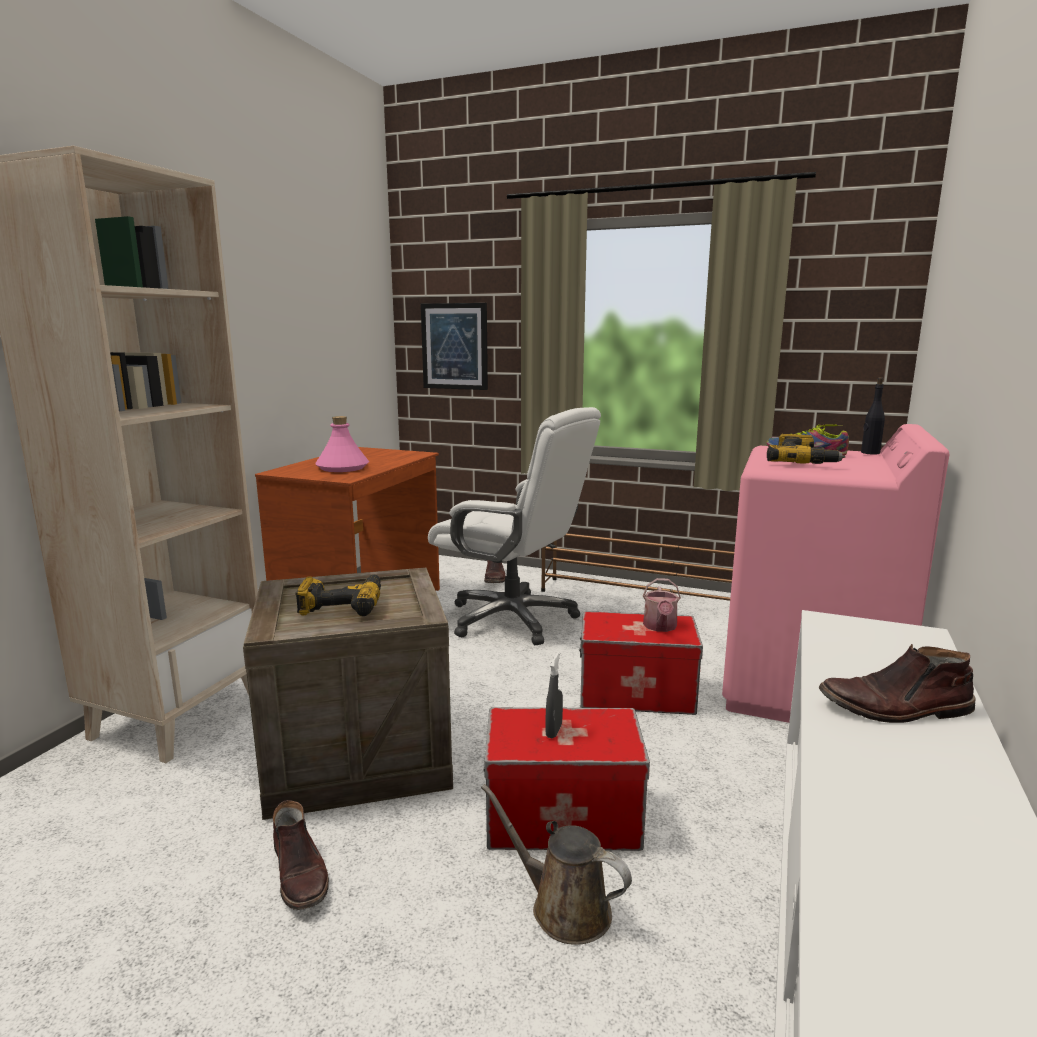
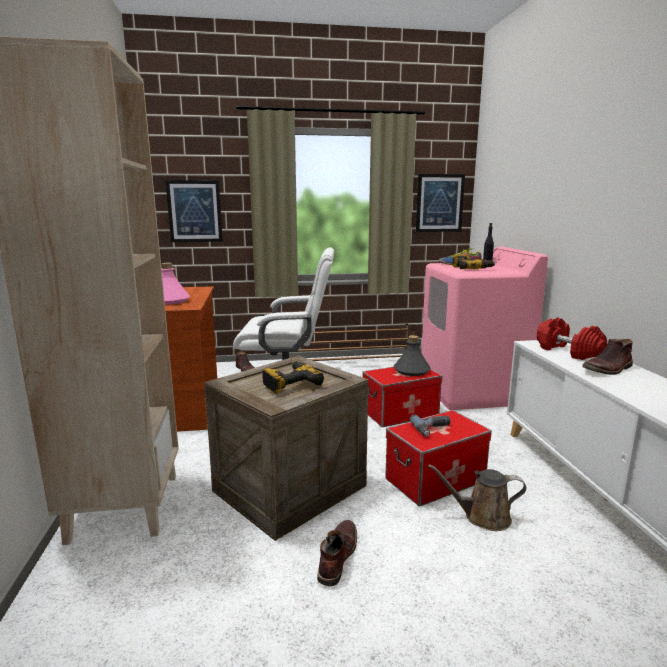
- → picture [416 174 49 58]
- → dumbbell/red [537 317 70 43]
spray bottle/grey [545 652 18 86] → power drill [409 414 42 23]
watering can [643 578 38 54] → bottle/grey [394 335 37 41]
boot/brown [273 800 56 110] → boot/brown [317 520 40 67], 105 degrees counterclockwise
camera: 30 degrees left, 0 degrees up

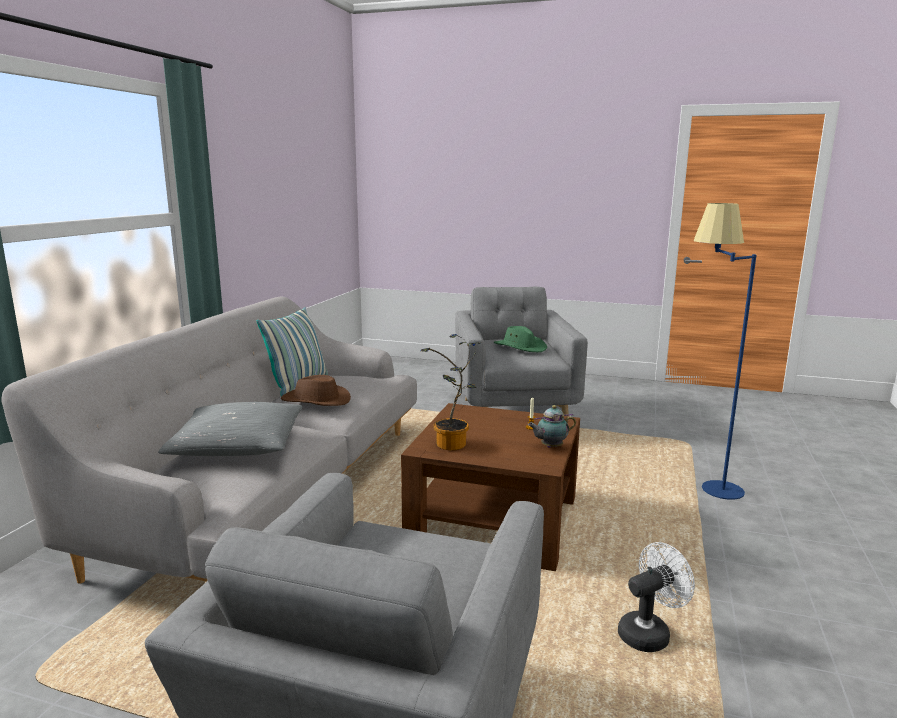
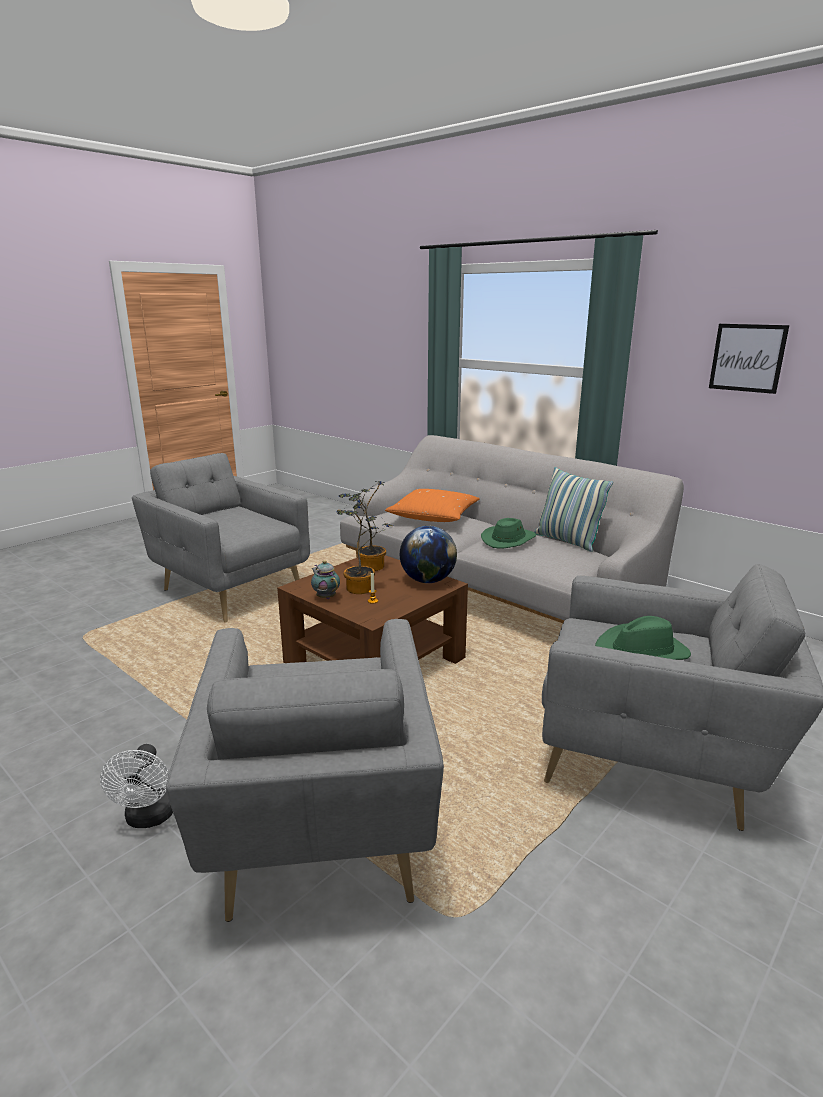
- → potted plant [339 493 54 101]
- → globe [400 526 57 57]
- → picture [709 324 80 70]
fan/white [618 542 77 110] → fan/white [100 744 73 84], moved
floor lamp/blue [694 203 62 297] → armchair/grey [166 619 278 303]
pillow/grey [158 402 144 54] → pillow/orange [385 489 94 33]
hat/brown [281 375 70 31] → hat/green [481 518 55 30]
teapot [528 405 48 43] → teapot [311 560 29 39], 45 degrees counterclockwise
camera: 115 degrees right, 5 degrees up

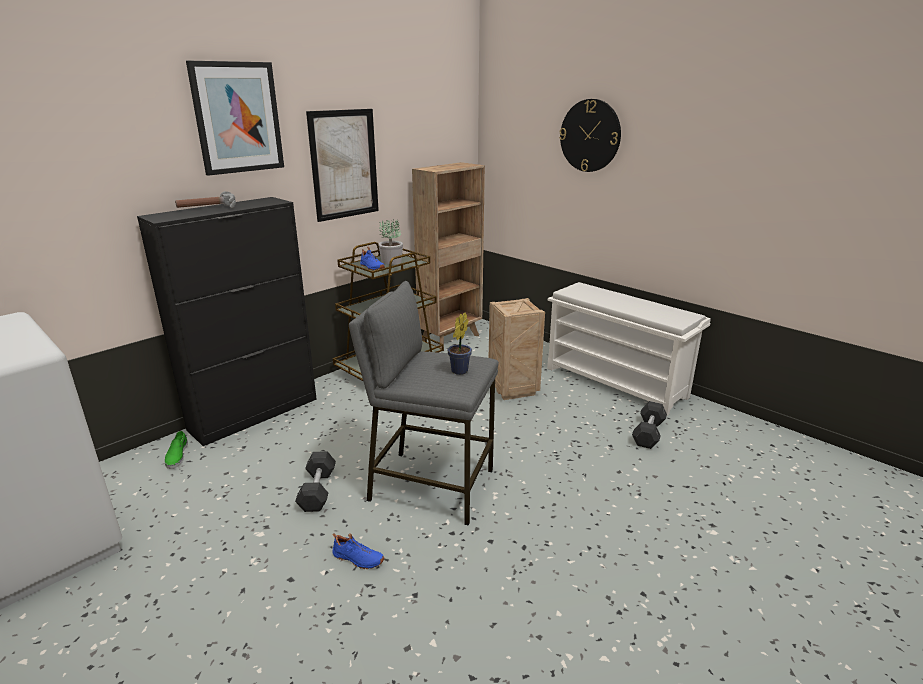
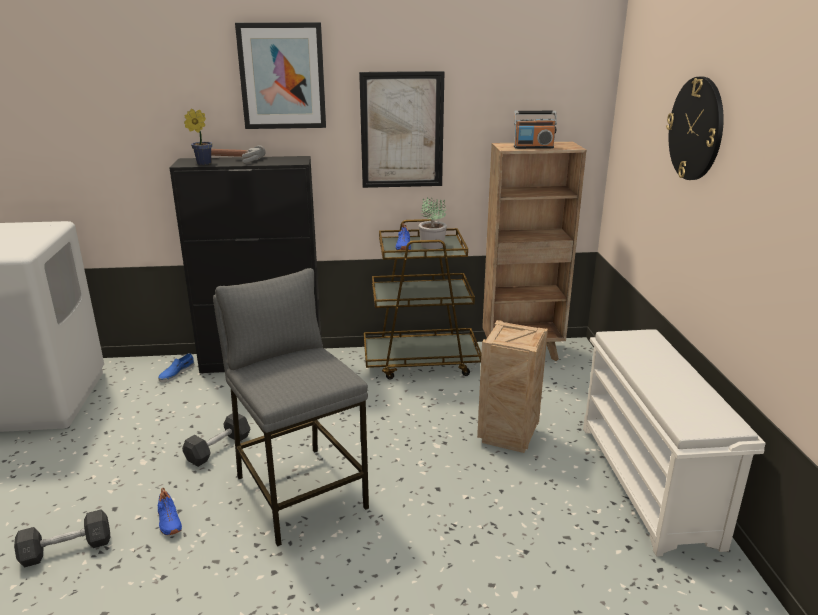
- → radio [514 111 43 38]
potted plant [447 312 25 63] → potted plant [184 109 28 56], moved
dumbbell/grey [632 401 35 48] → dumbbell/grey [14 509 96 58], moved
shoe/green [165 431 23 38] → shoe/blue [158 353 36 29]
camera: 40 degrees right, 0 degrees up

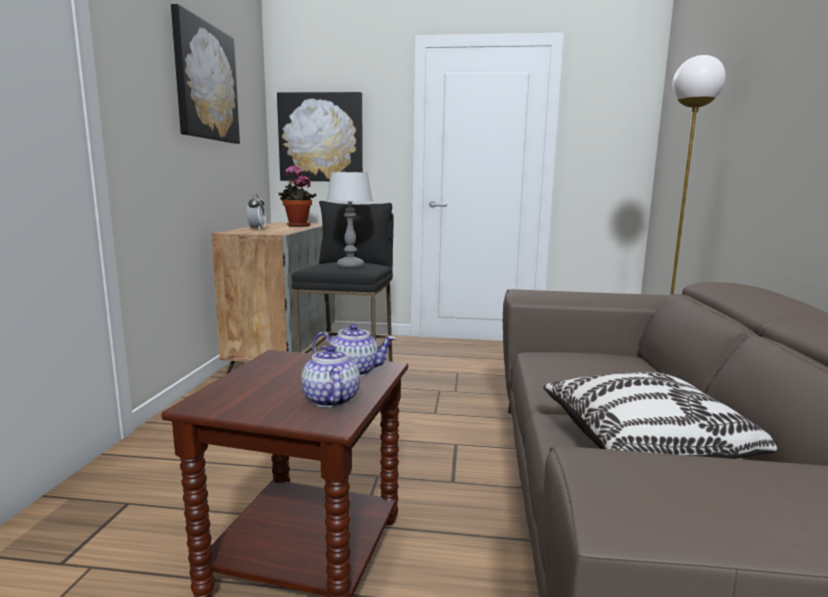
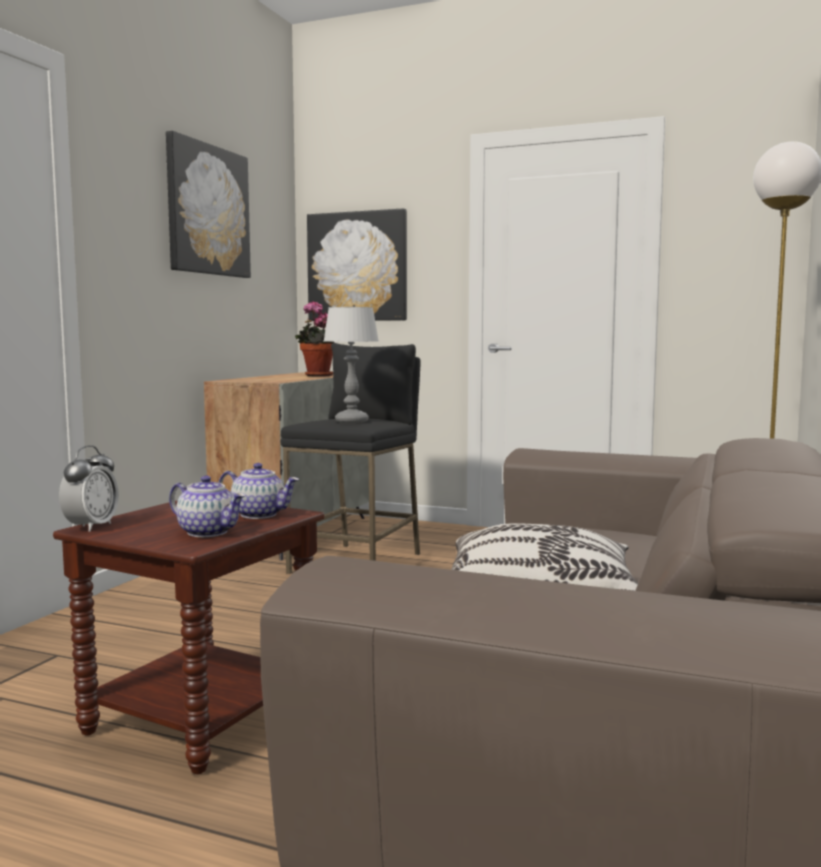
alarm clock [247 193 19 37] → alarm clock [59 445 60 87], moved
teapot [301 345 59 63] → teapot [169 476 76 61], 120 degrees clockwise
camera: 15 degrees right, 5 degrees down

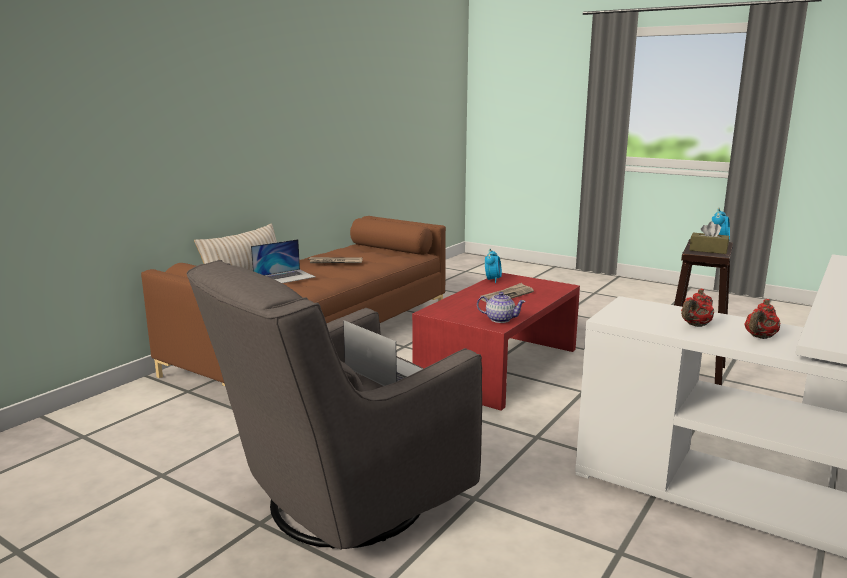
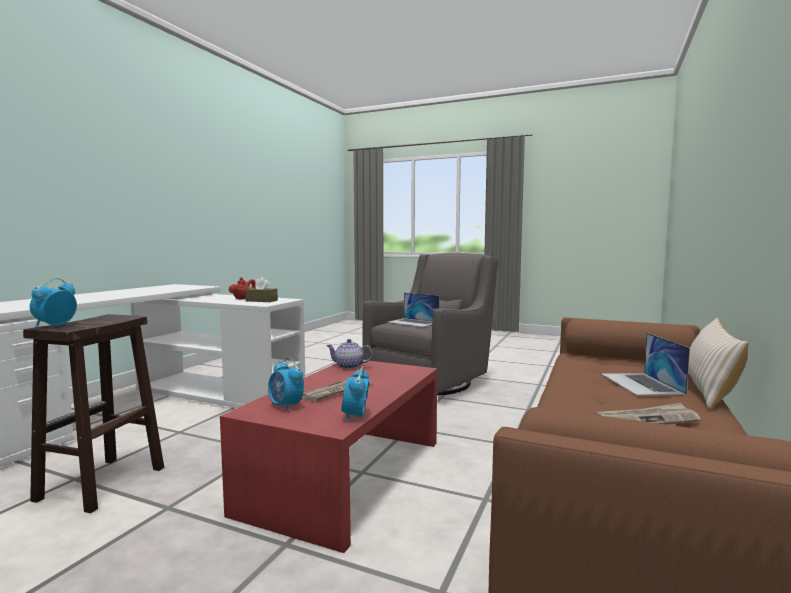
teapot/red [744 299 36 40] → -
- → alarm clock [268 357 36 55]
tissue box/brown [689 222 40 32] → tissue box/brown [245 277 33 25], moved
laptop [251 239 65 44] → laptop [601 333 89 63], 45 degrees counterclockwise
camera: 170 degrees right, 10 degrees down

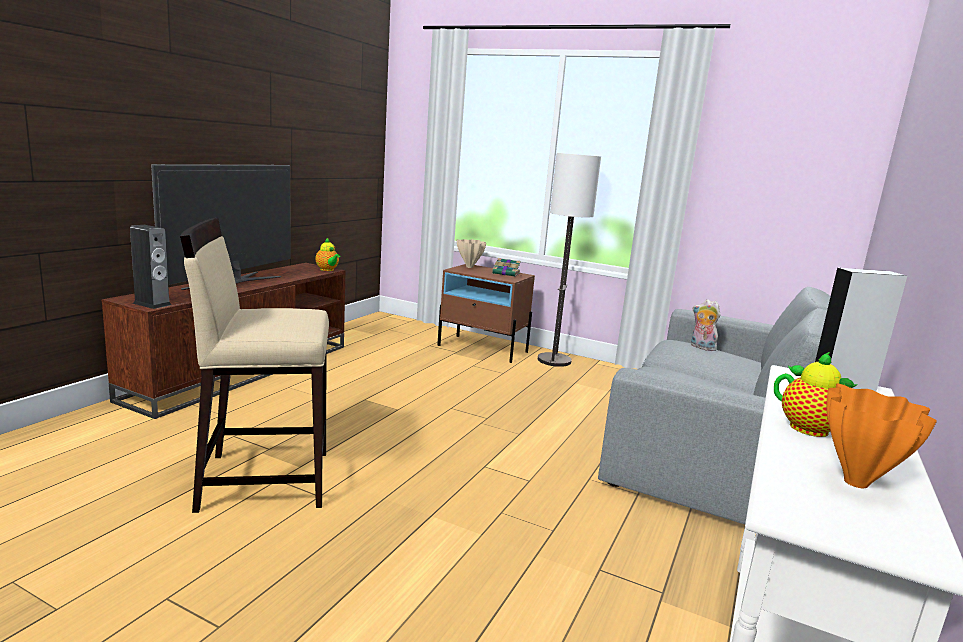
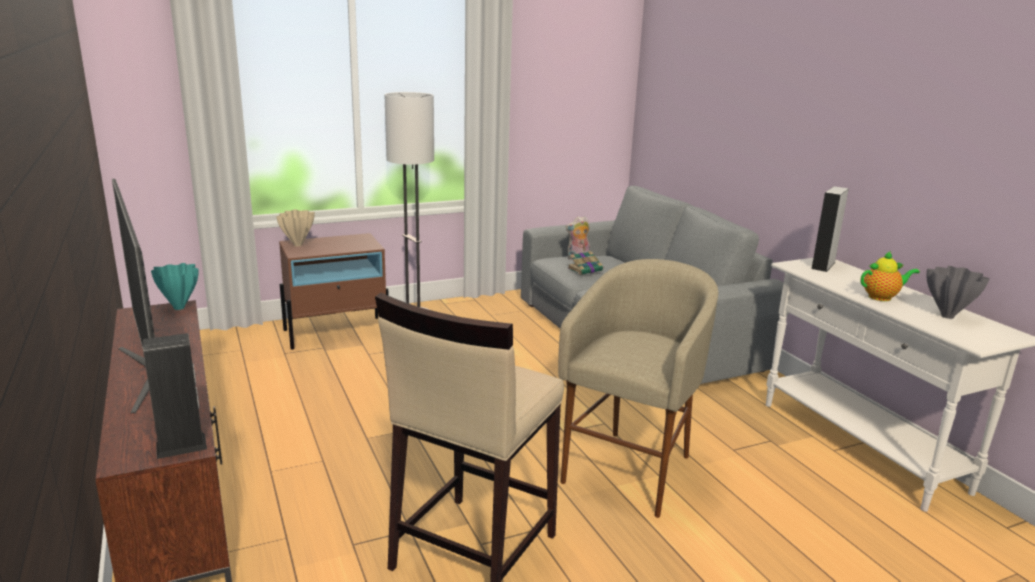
- → stool/beige [558 259 160 259]
book [492 258 29 19] → book [567 251 37 24], moved
teapot [315 238 26 33] → vase/turquoise [151 263 48 47]
vase/orange [827 383 110 105] → vase/grey [927 266 63 53]
camera: 50 degrees left, 5 degrees up

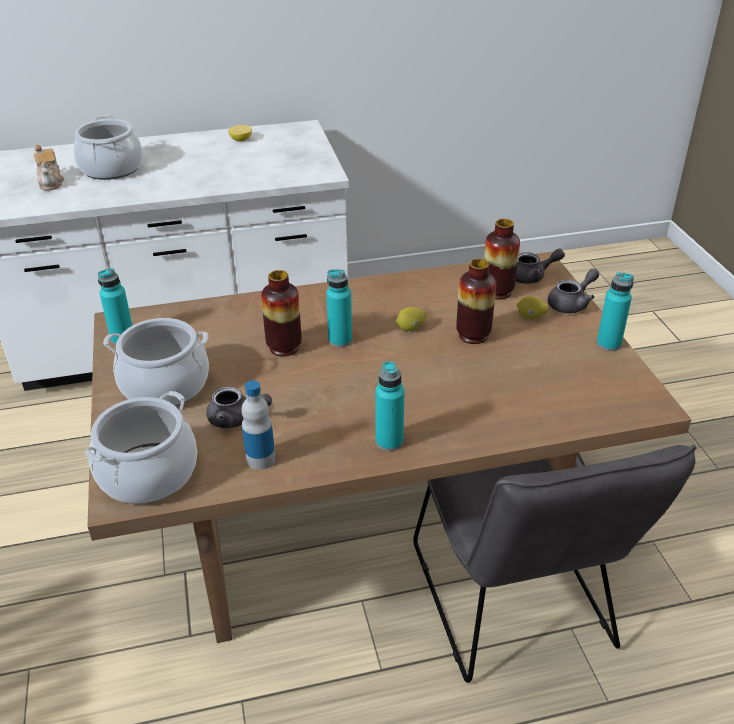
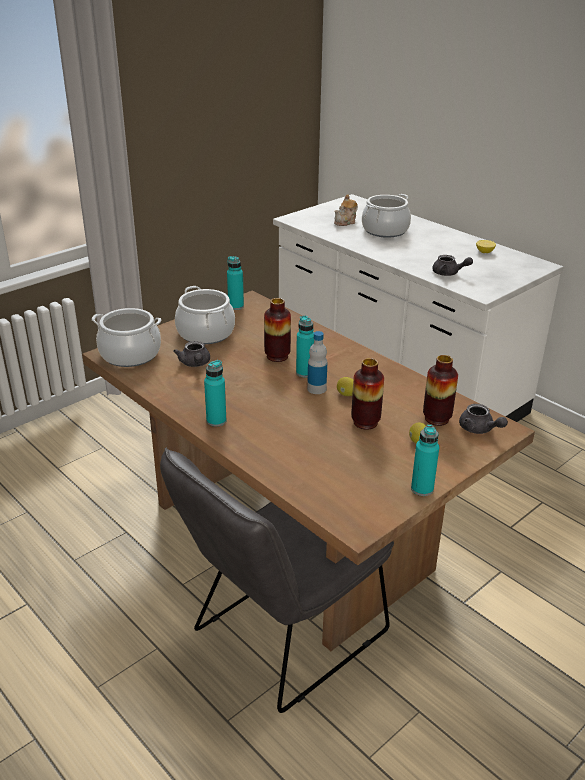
bottle [241 380 34 90] → bottle [307 331 20 63], moved
teapot/grey [547 269 52 44] → teapot/grey [432 255 41 21], moved
camera: 60 degrees right, 5 degrees down

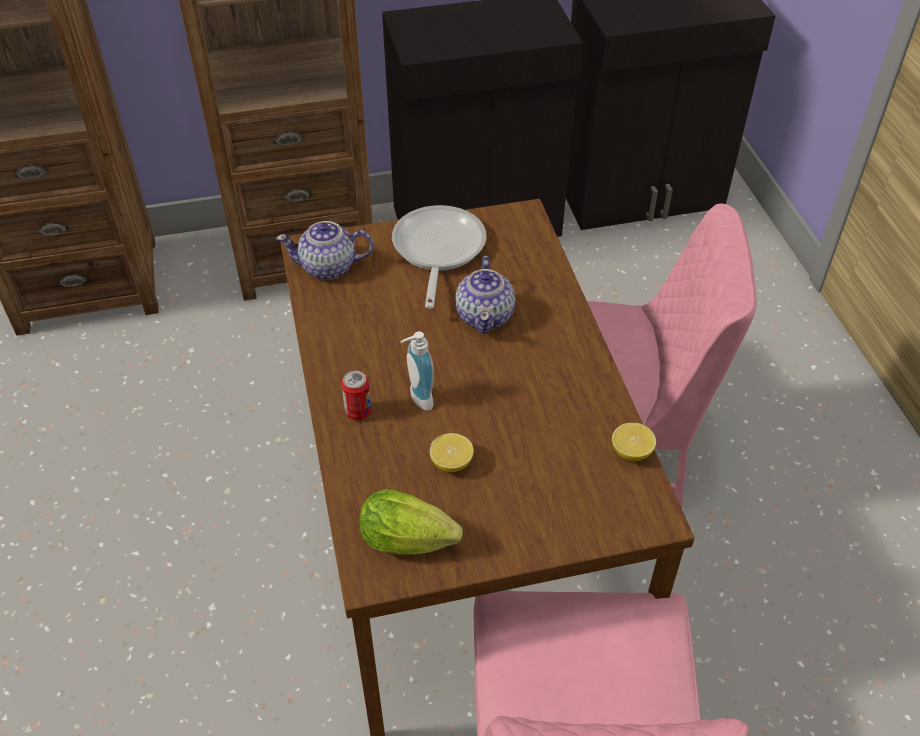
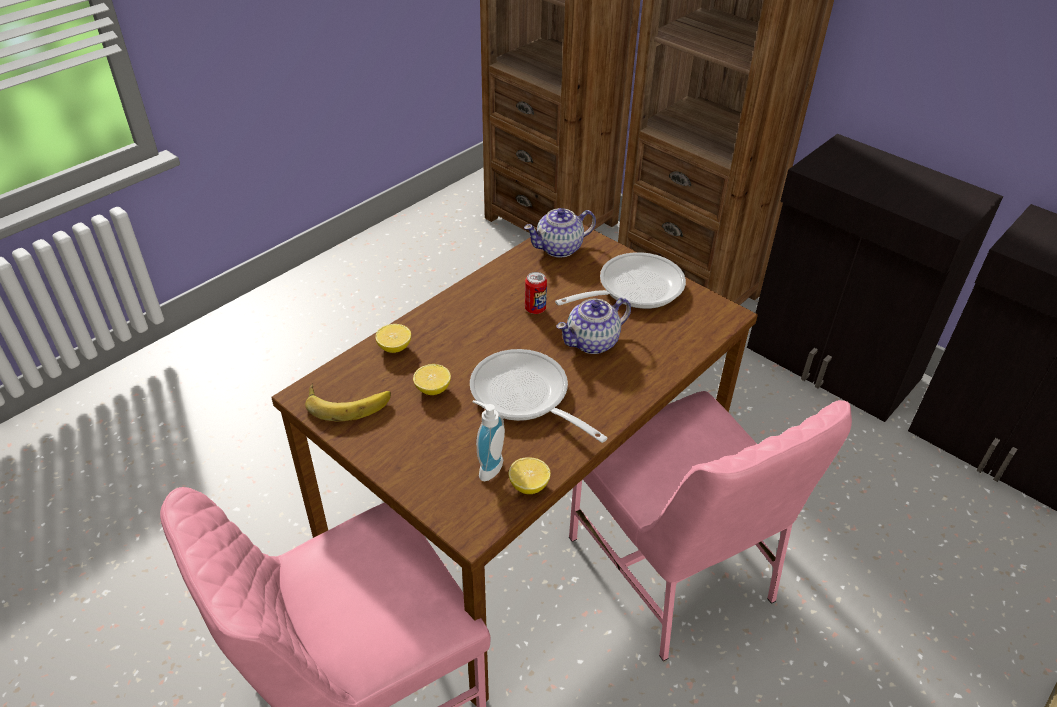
- → lemon [376 324 35 29]
- → frying pan [470 349 138 94]
can [341 371 30 50] → can [525 272 22 42], moved
soap dispenser [400 331 34 80] → soap dispenser [473 400 32 81], moved
lettuce [359 489 104 65] → banana [305 383 86 39]
teapot [276 221 97 59] → teapot [524 208 72 50], 75 degrees counterclockwise
camera: 55 degrees right, 5 degrees down

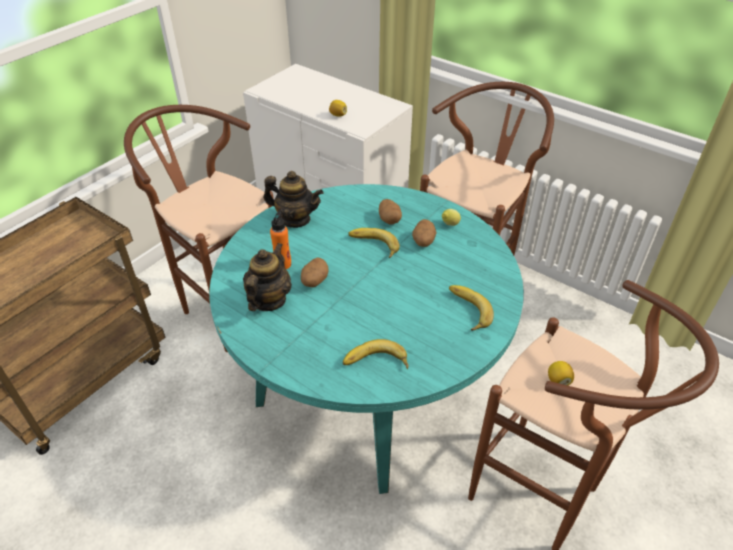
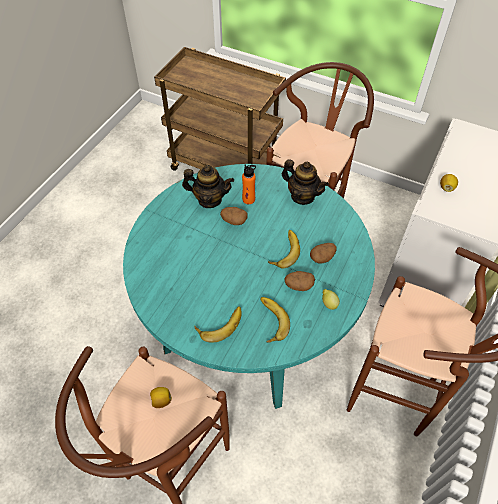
banana [343 339 66 30] → banana [260 297 30 46], moved
teapot [264 171 60 57] → teapot [282 159 47 46], 60 degrees counterclockwise
camera: 80 degrees right, 10 degrees up

